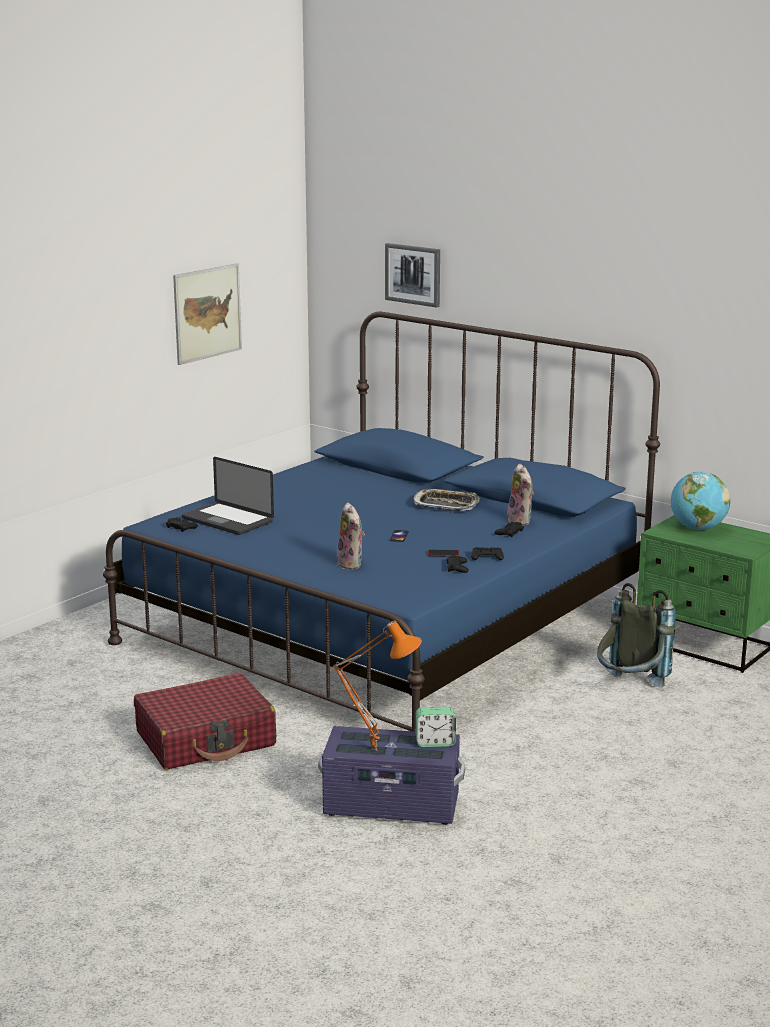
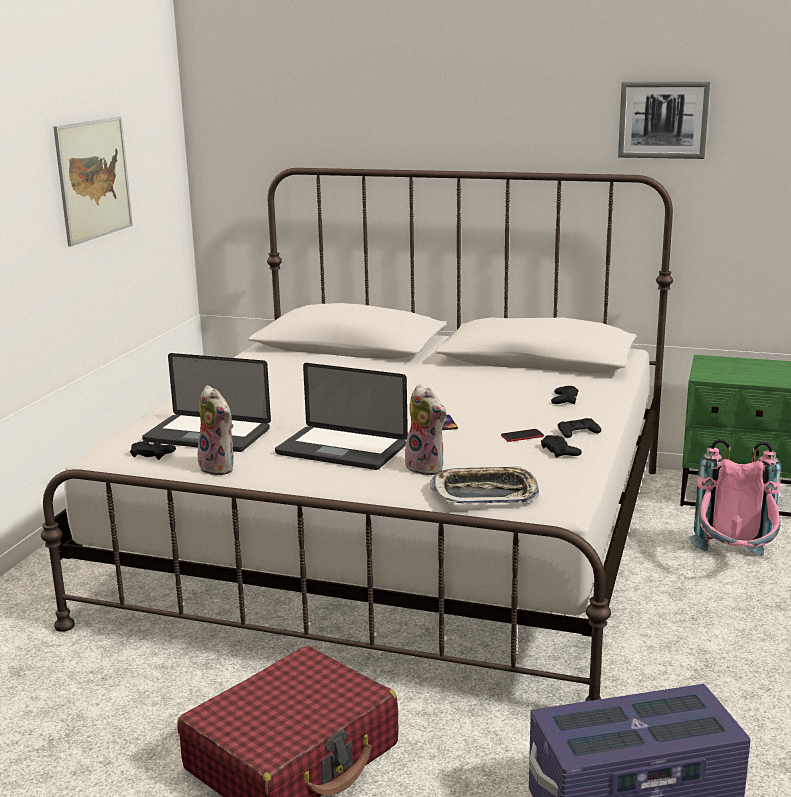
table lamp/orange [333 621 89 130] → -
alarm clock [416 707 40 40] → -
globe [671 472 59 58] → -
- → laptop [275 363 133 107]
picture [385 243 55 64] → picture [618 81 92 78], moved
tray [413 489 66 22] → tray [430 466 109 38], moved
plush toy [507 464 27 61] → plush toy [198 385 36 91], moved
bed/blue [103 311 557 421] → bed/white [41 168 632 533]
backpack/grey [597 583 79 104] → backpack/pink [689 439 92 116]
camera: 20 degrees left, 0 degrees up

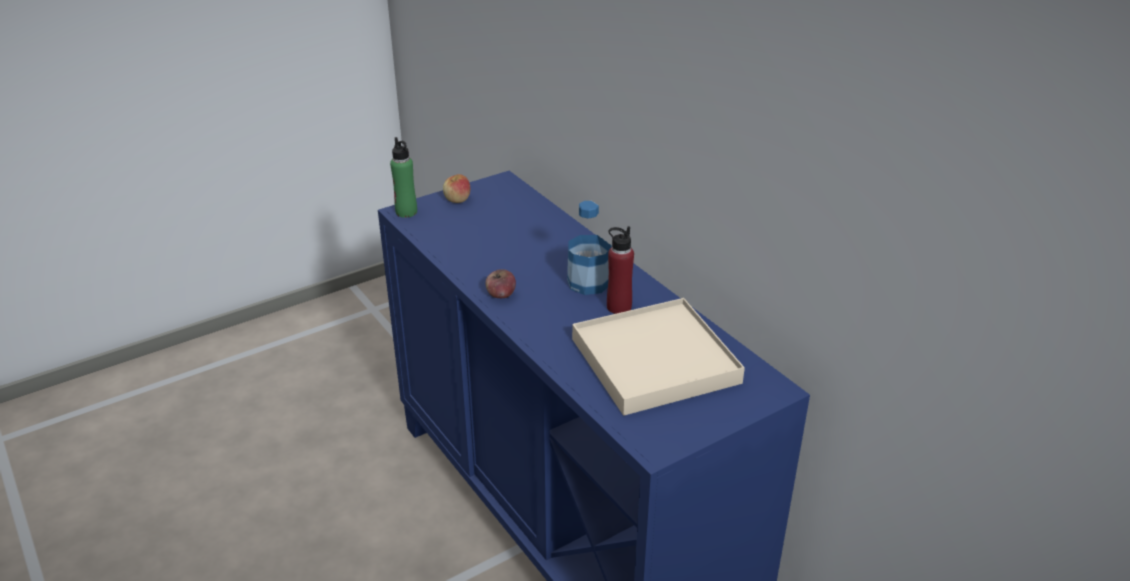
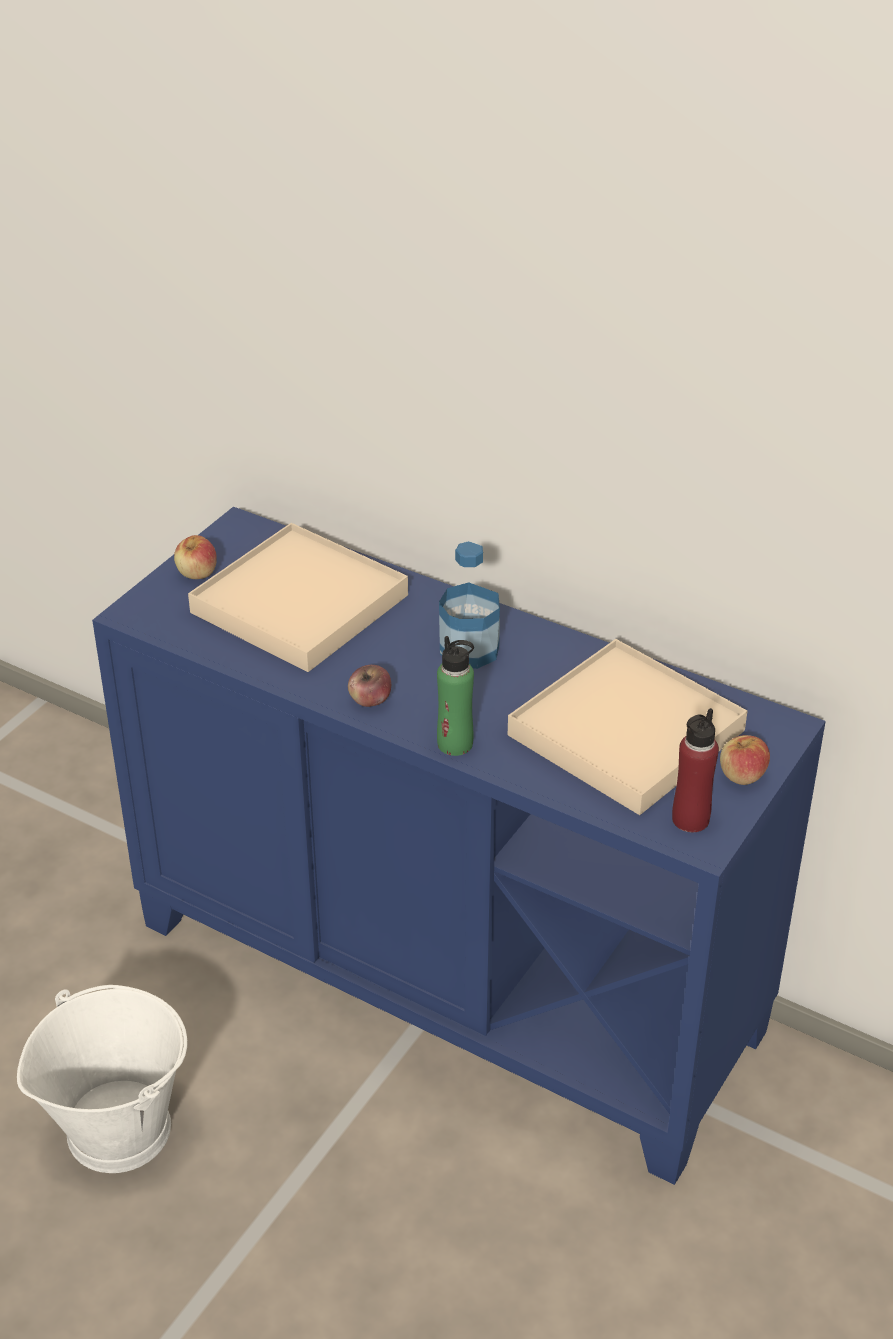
- → bucket/white [17 985 170 188]
- → tray/beige [188 523 220 149]
- → apple [720 735 50 50]
bottle/green [390 137 27 81] → bottle/green [437 636 37 120], moved
bottle/red [607 226 27 88] → bottle/red [672 708 47 124], moved
camera: 25 degrees left, 5 degrees up

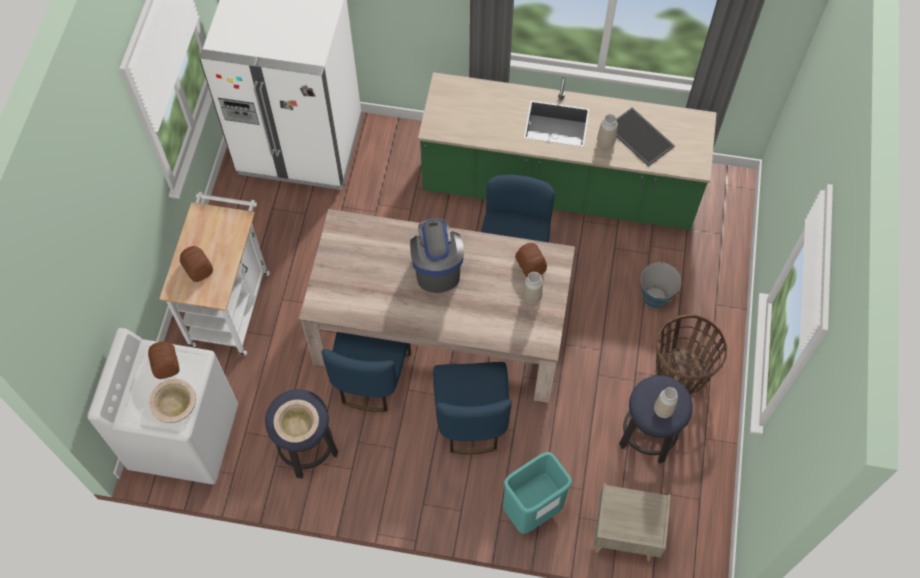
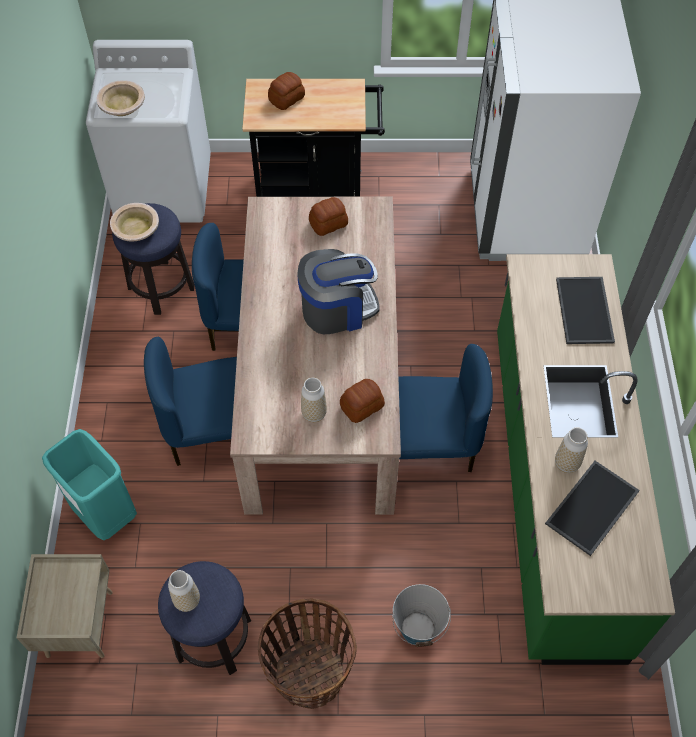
- → tray [556 277 59 67]
bread [148 341 31 38] → bread [309 197 39 39], moved
cart/white [160 192 110 163] → cart/black [242 79 143 118]
camera: 80 degrees right, 5 degrees down

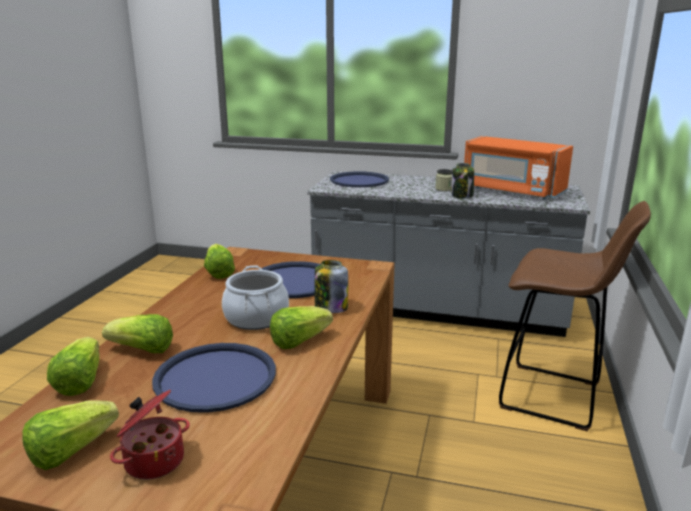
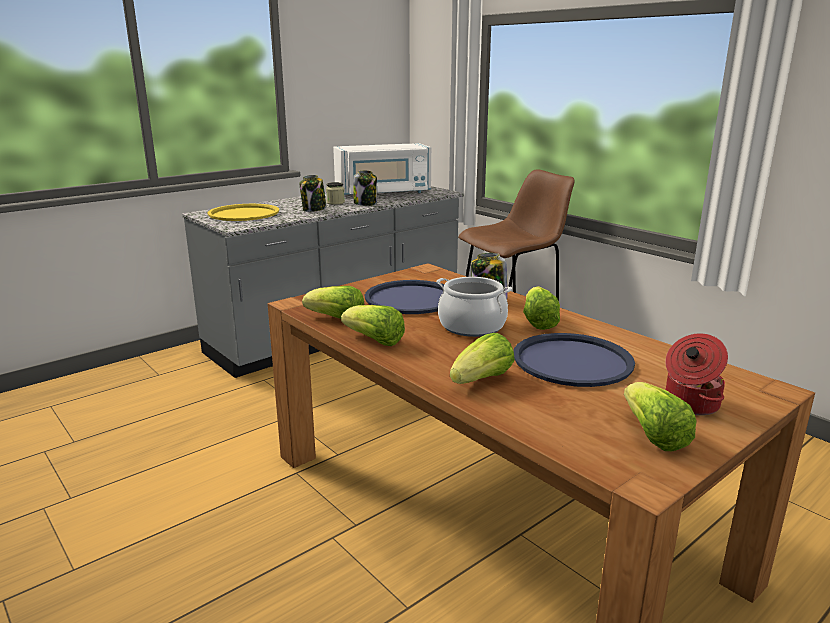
- → jar [299 175 27 37]
lettuce [47 337 53 59] → lettuce [341 305 64 41], moved
tray/blue [330 171 59 16] → tray/yellow [208 204 71 17]
microwave/orange [464 136 109 63] → microwave/white [333 143 98 52]
camera: 55 degrees left, 0 degrees up

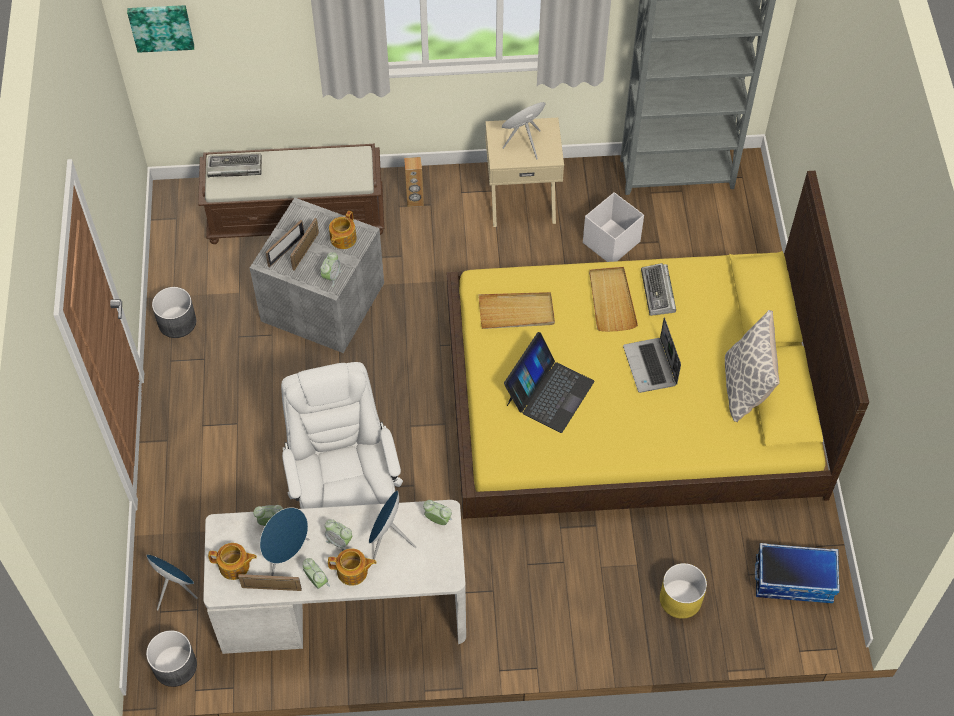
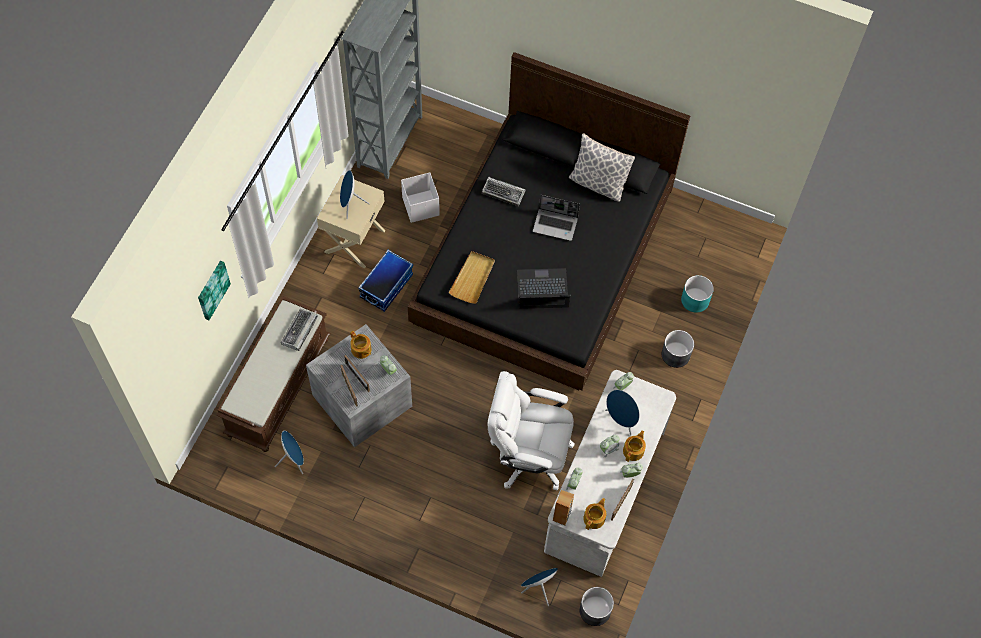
tray/beige [589 267 49 65] → -
picture [127 5 67 48] → picture [198 261 33 59], moved
planter/grey [152 287 44 51] → planter/grey [662 330 32 38], moved
keyboard [207 153 55 25] → keyboard [281 309 37 42], moved
speaker/blue [260 507 50 69] → speaker/blue [275 431 29 43], moved
speaker/brown [404 157 20 50] → speaker/brown [553 490 21 35], moved
storage box [755 543 85 60] → storage box [358 250 55 62], moved
bed/yellow [447 171 422 348] → bed/black [408 52 282 339]
planter/yellow [660 563 47 56] → planter/turquoise [681 275 33 38]
laptop [504 332 90 101] → laptop [517 268 54 41], 60 degrees counterclockwise
camera: 65 degrees left, 5 degrees up

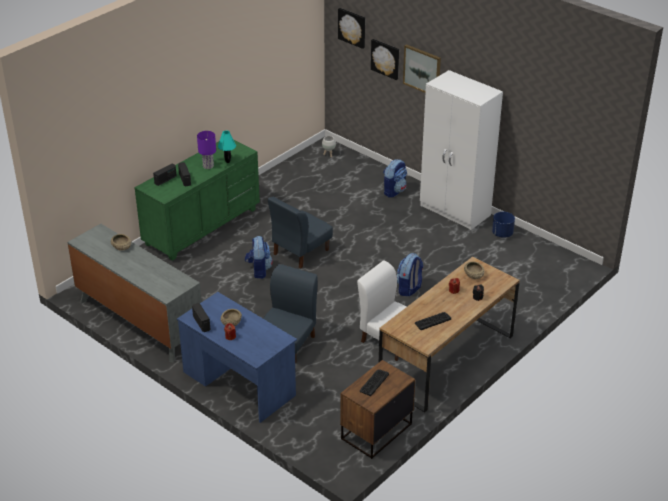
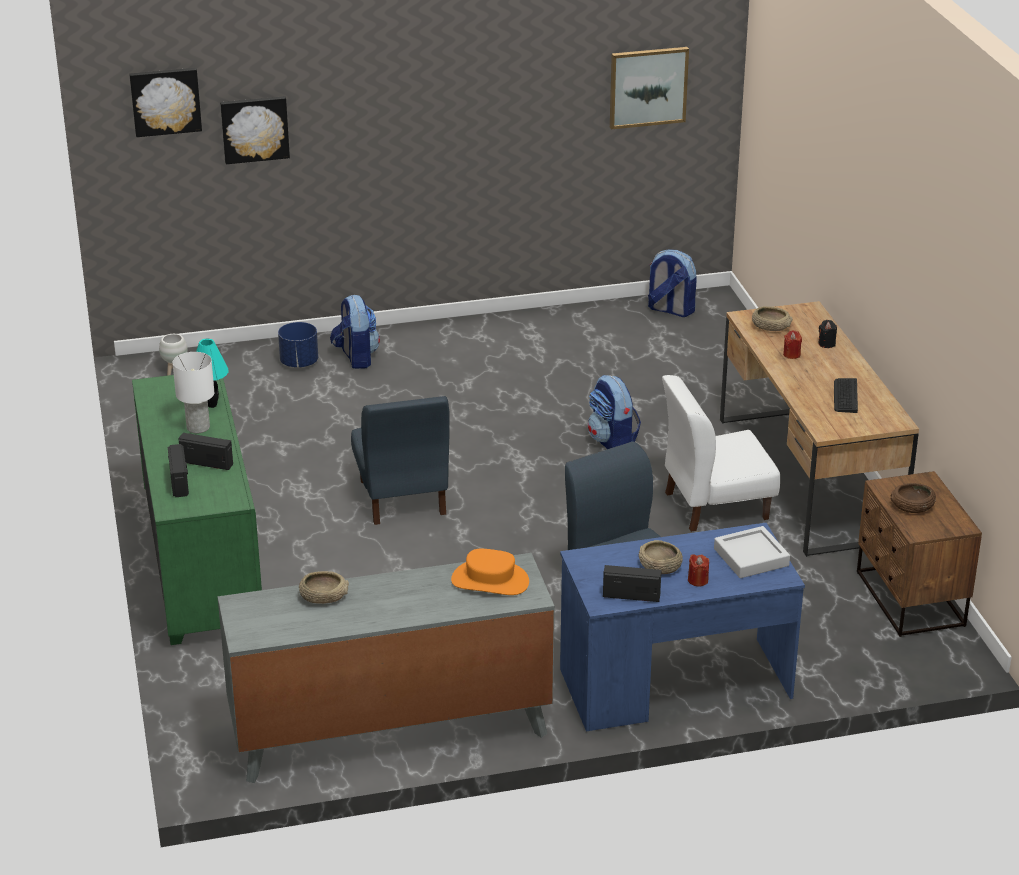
wardrobe/white [420 70 83 160] → -
- → hat/orange [451 549 78 46]
- → tray/grey [714 526 76 52]
backpack [245 236 28 43] → backpack [648 249 49 68], moved
picture [403 44 38 49] → picture [610 47 79 82], moved
planter/blue [492 212 23 26] → planter/blue [278 322 40 46], moved
keyboard [360 369 29 27] → bowl/brown [890 483 46 30]
table lamp/purple [197 131 19 38] → table lamp/white [172 352 42 81]
camera: 55 degrees left, 5 degrees down

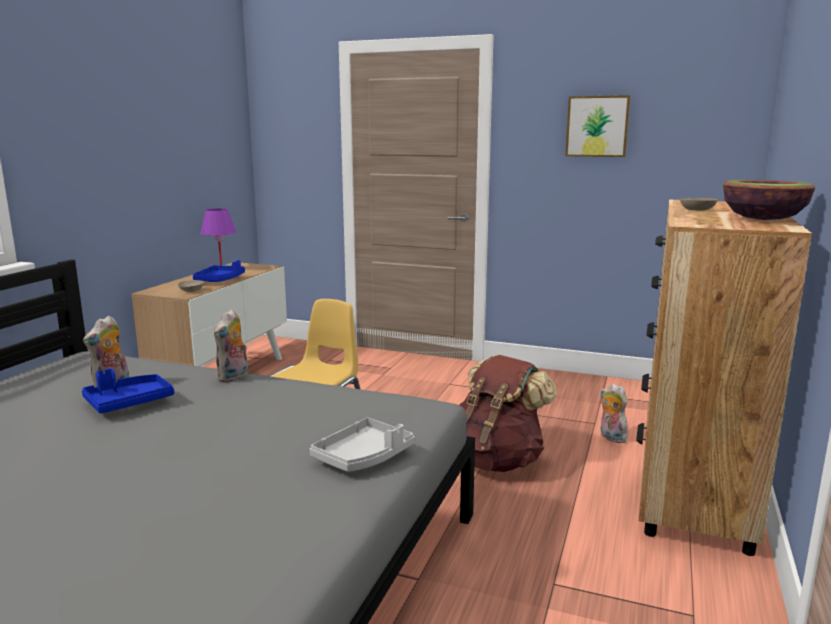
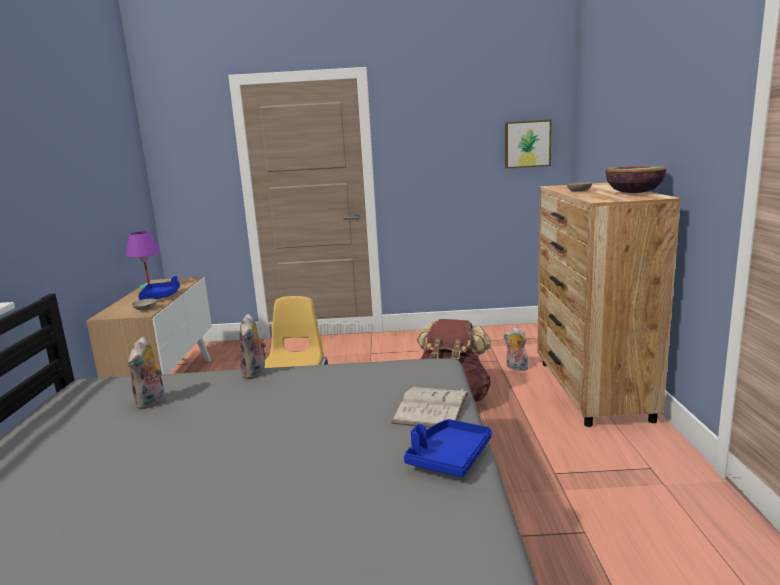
tray/blue [82 369 92 45] → tray/blue [404 419 88 58], moved
picture [565 95 65 62] → picture [505 120 47 48], moved
tray/grey [310 418 105 54] → book/white [391 387 78 41]
camera: 20 degrees left, 0 degrees up

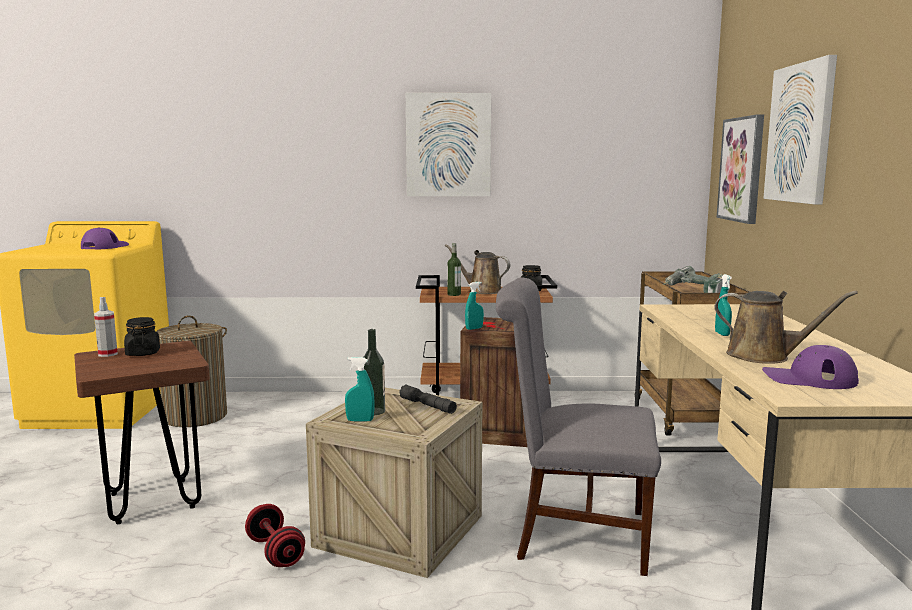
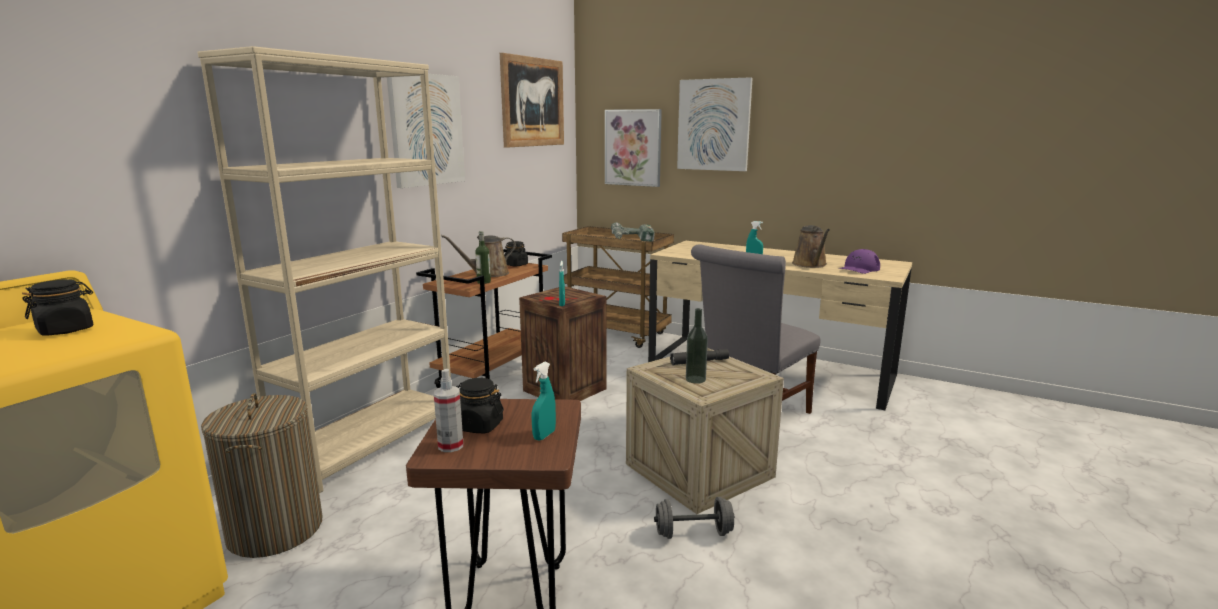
- → bookcase/beige [198 46 253 447]
- → picture [500 53 64 95]
spray bottle/turquoise [345 357 29 65] → spray bottle/turquoise [532 362 24 79], moved
cap/purple [81 227 48 23] → jar/black [22 279 72 57]
dumbbell/red [245 504 60 63] → dumbbell/grey [654 497 80 42]
watering can/brown [714 291 144 73] → watering can/brown [792 225 38 43], 120 degrees clockwise
camera: 60 degrees left, 5 degrees up

